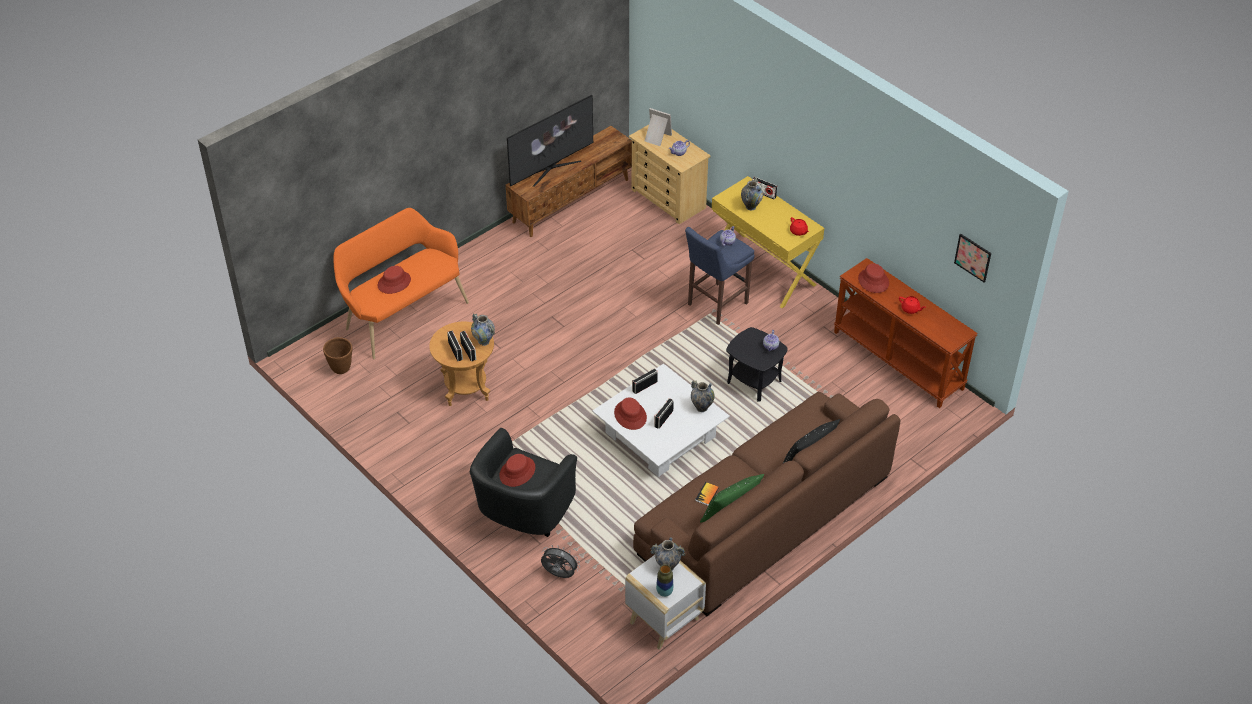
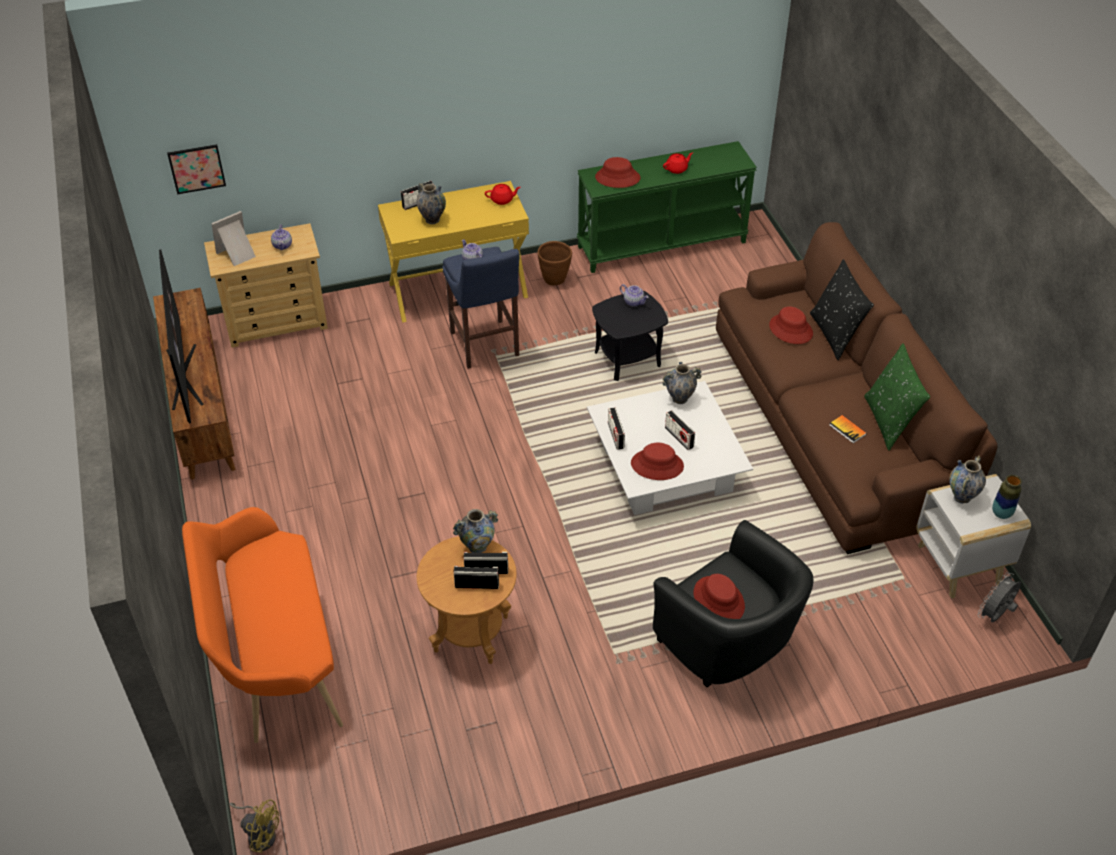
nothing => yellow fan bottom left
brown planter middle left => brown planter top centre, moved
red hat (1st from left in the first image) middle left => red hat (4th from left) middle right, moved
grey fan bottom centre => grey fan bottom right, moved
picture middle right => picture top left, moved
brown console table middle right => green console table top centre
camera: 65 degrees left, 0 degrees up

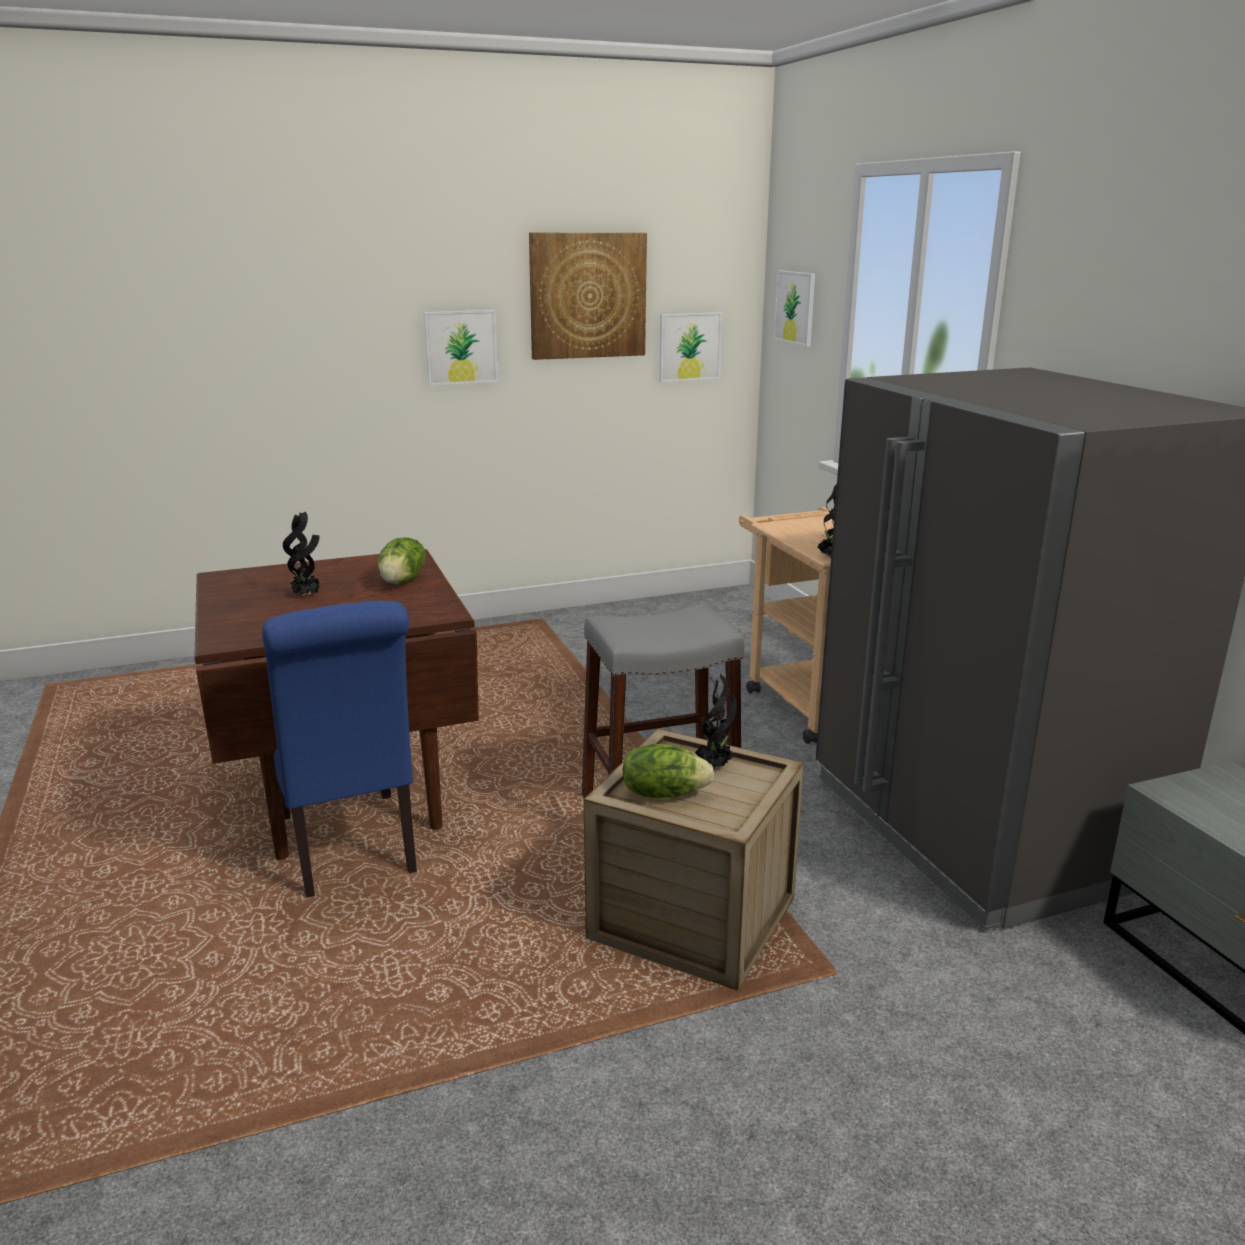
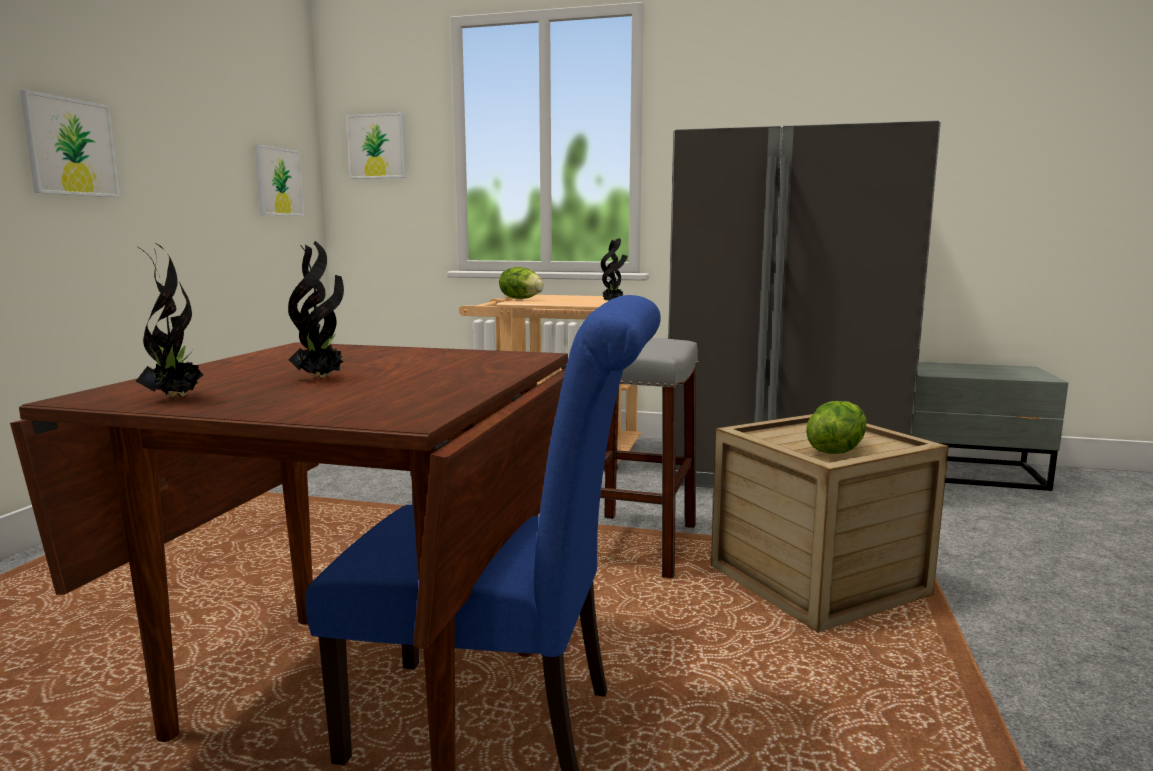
picture (2nd from left) top centre => nothing
lettuce (1st from left) middle left => lettuce (1st from left) centre, moved
potted plant (2nd from left in the first image) centre => potted plant (1st from left) middle left, moved
camera: 55 degrees left, 10 degrees down

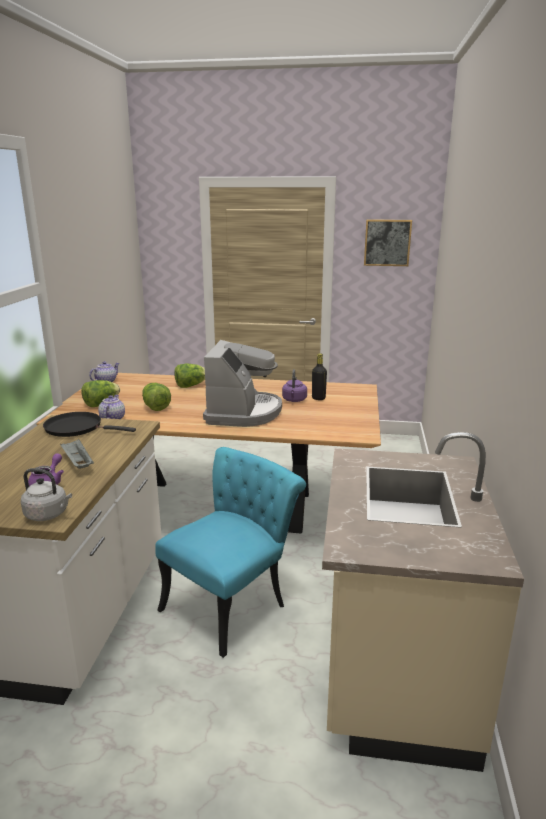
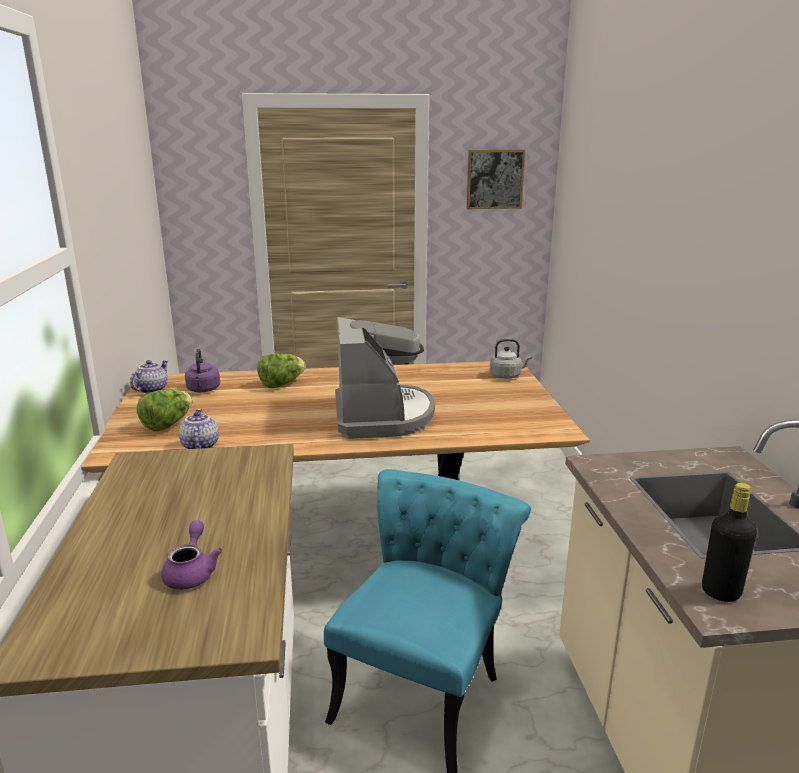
black frying pan middle left => nothing
grey tray middle left => nothing
lettuce (2nd from left) middle left => nothing
grey kettle middle left => grey kettle centre, moved
purple kettle centre => purple kettle middle left, moved
black bottle centre => black bottle bottom right, moved
camera: 15 degrees left, 0 degrees up

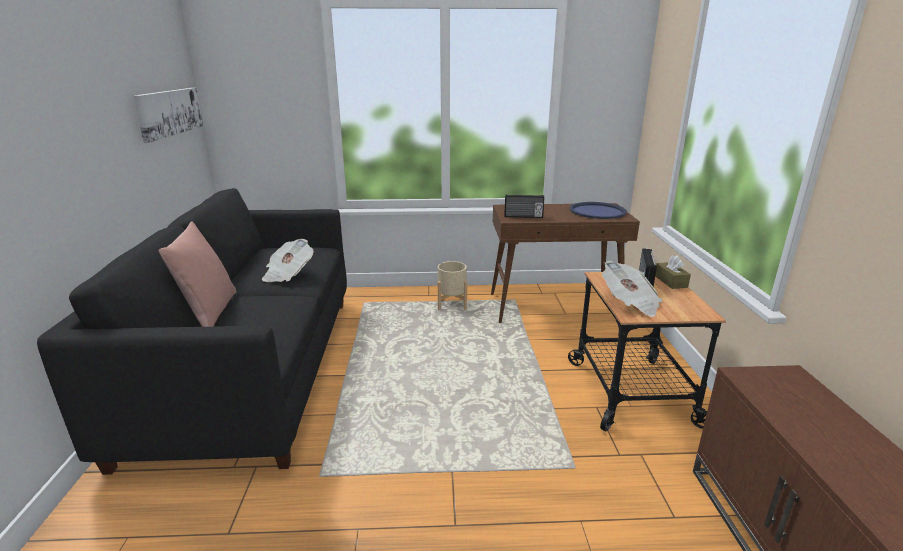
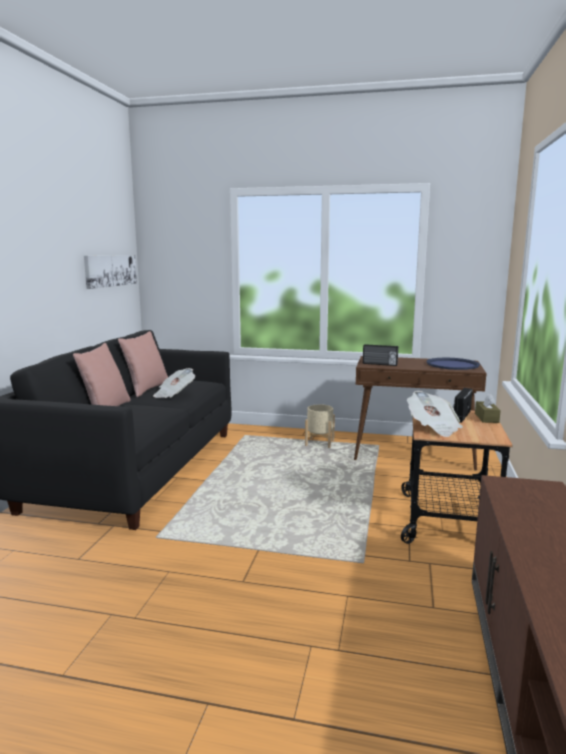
nothing => pink pillow (2nd from left) middle left
camera: 15 degrees right, 10 degrees down

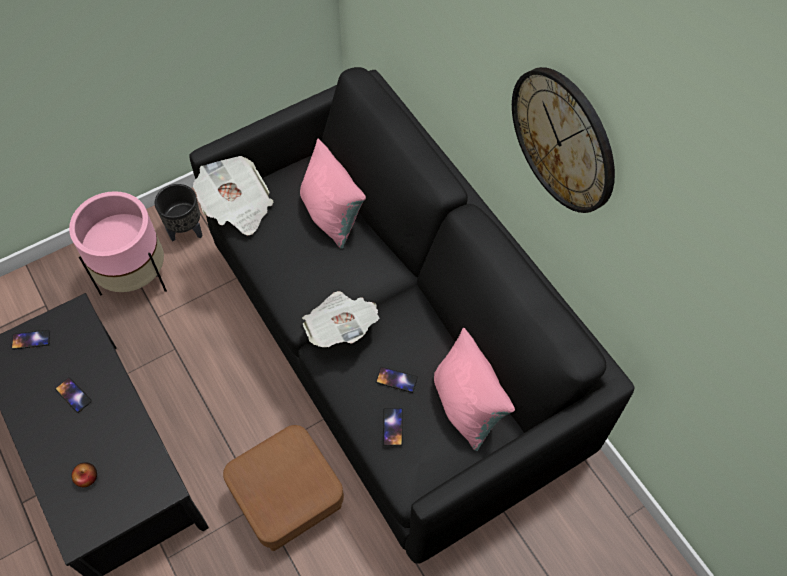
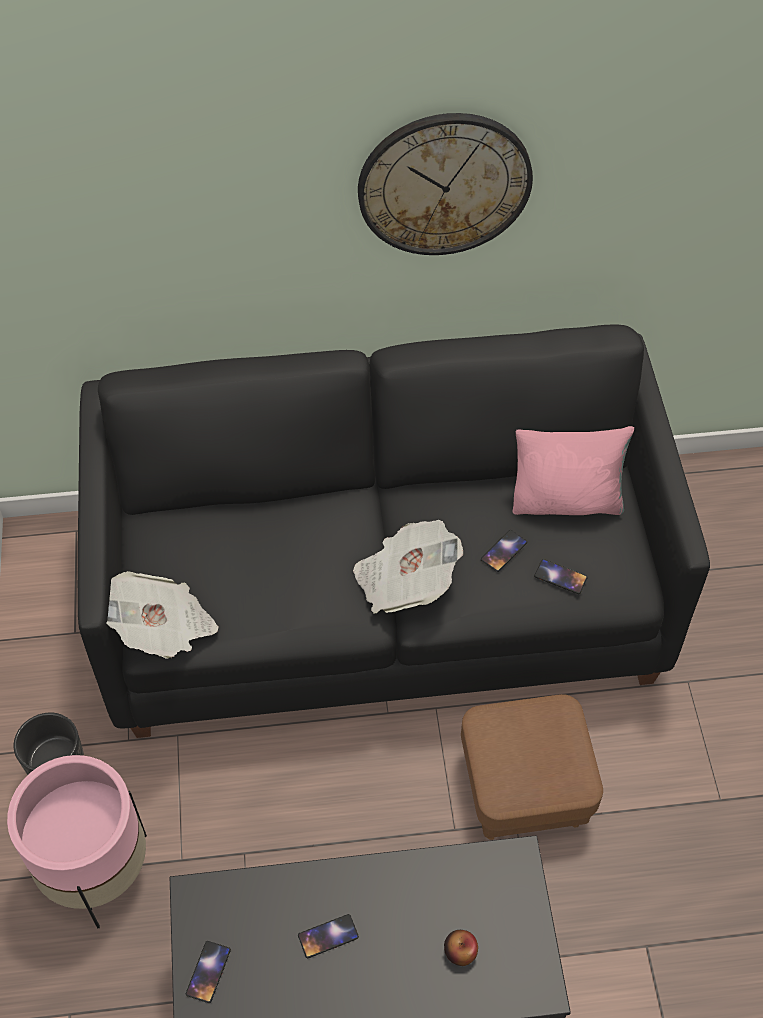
pink pillow (1st from left) centre => nothing
camera: 65 degrees left, 5 degrees down

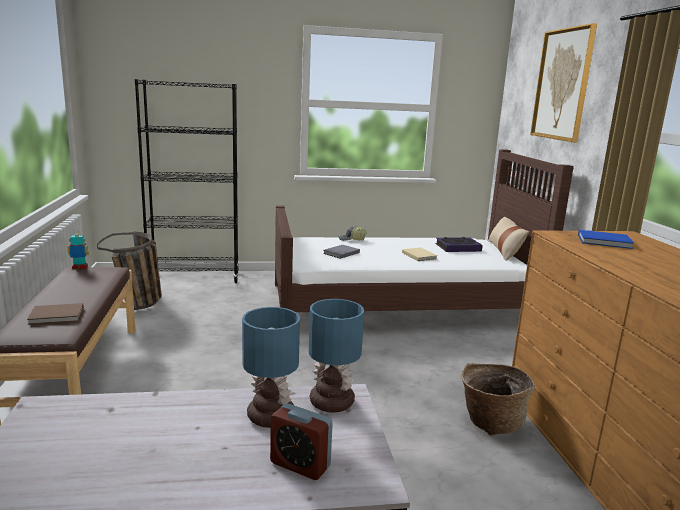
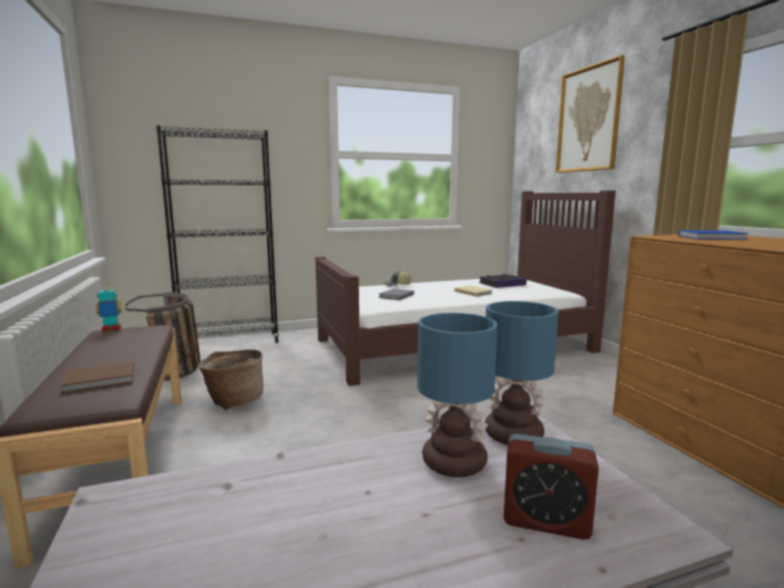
beige pillow middle right => nothing
basket (2nd from left) bottom right => basket (2nd from left) middle left, moved
camera: 10 degrees left, 5 degrees down

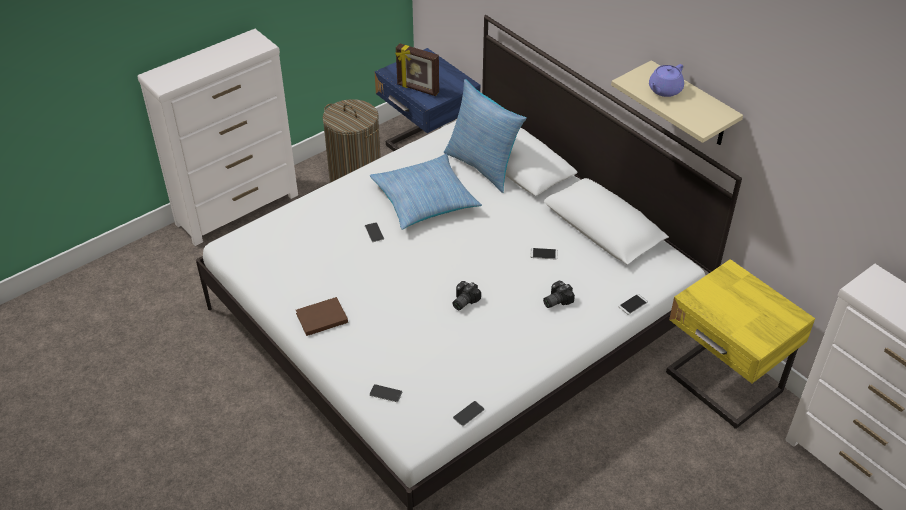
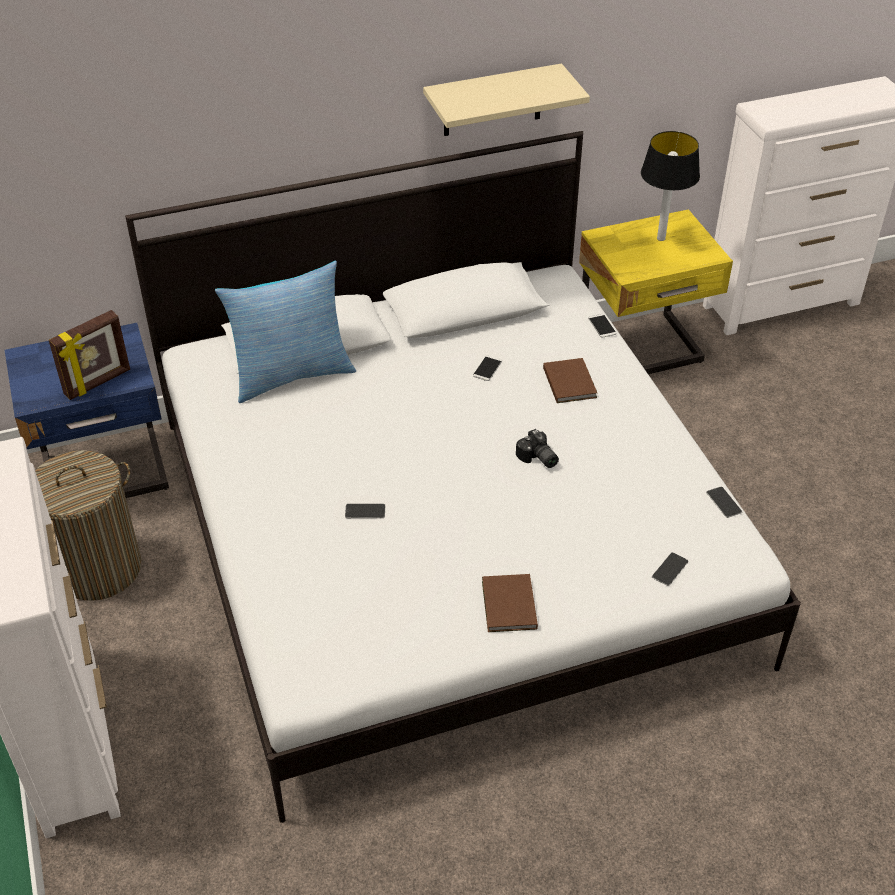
pillow (1st from left) centre => nothing
purple teapot top right => nothing
nothing => table lamp top right
photo camera (2nd from left) centre => brown book (2nd from left) centre
camera: 70 degrees left, 0 degrees up

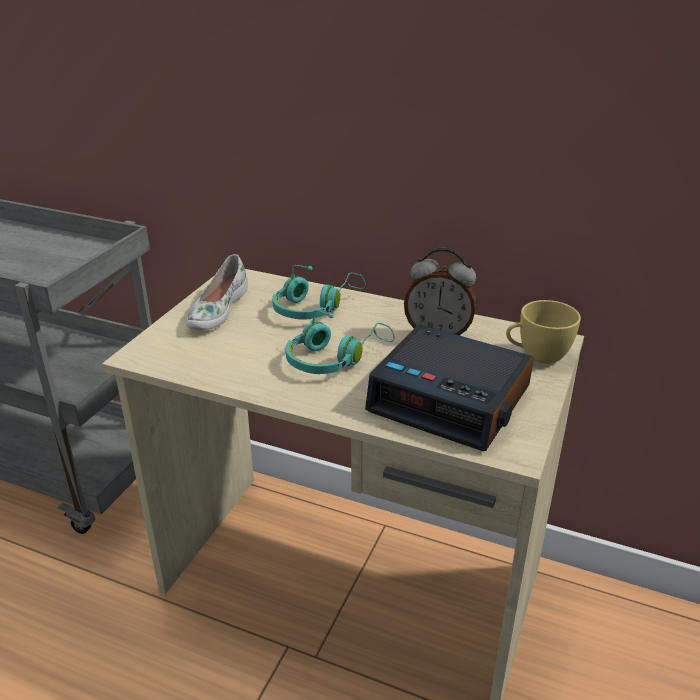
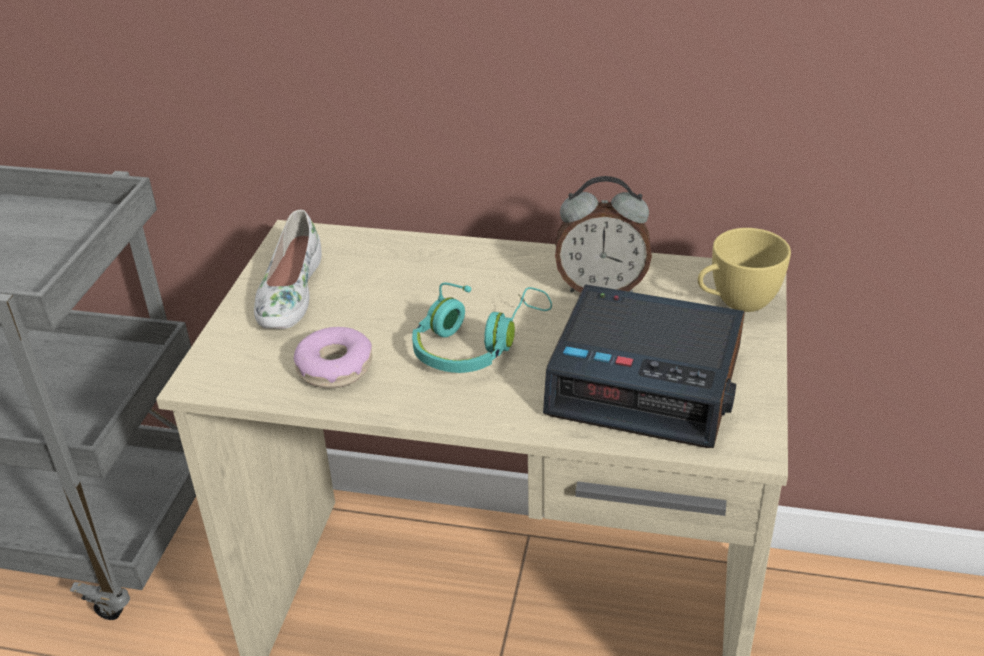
turquoise headphones (1st from left) centre => nothing
nothing => donut centre
camera: 10 degrees left, 5 degrees up

